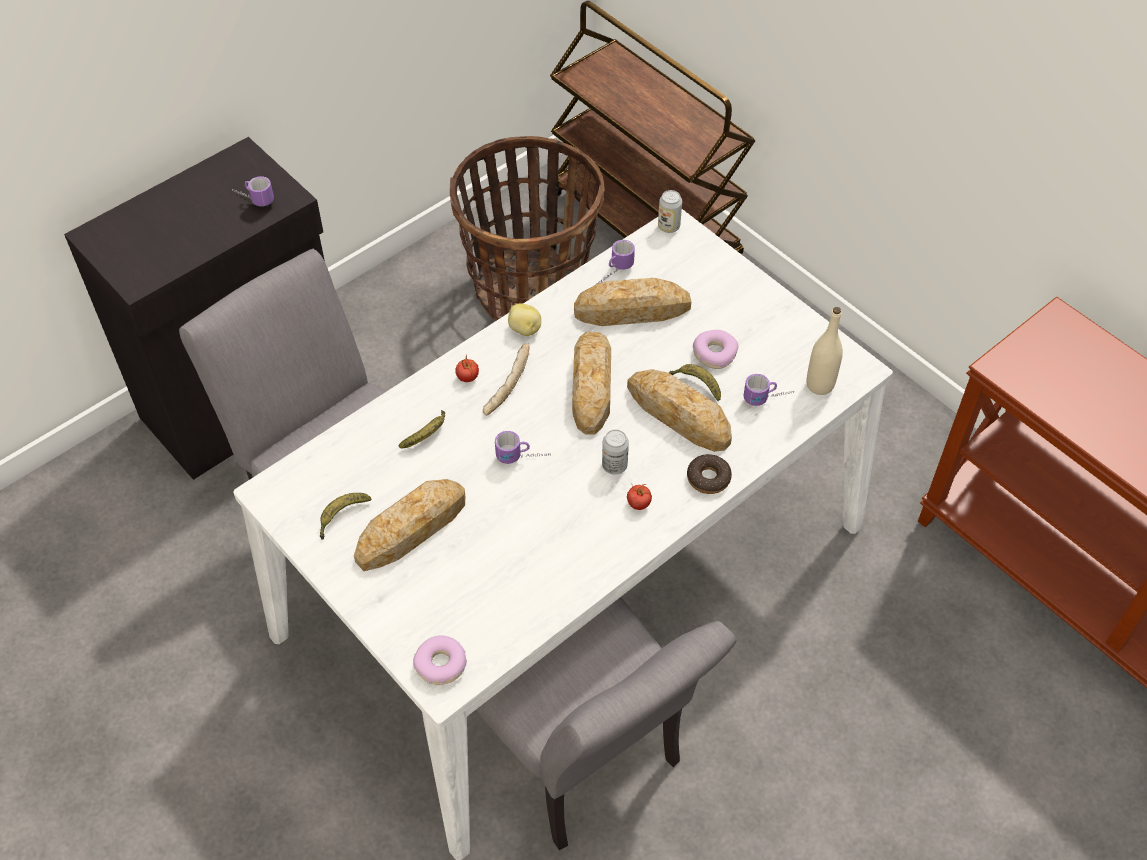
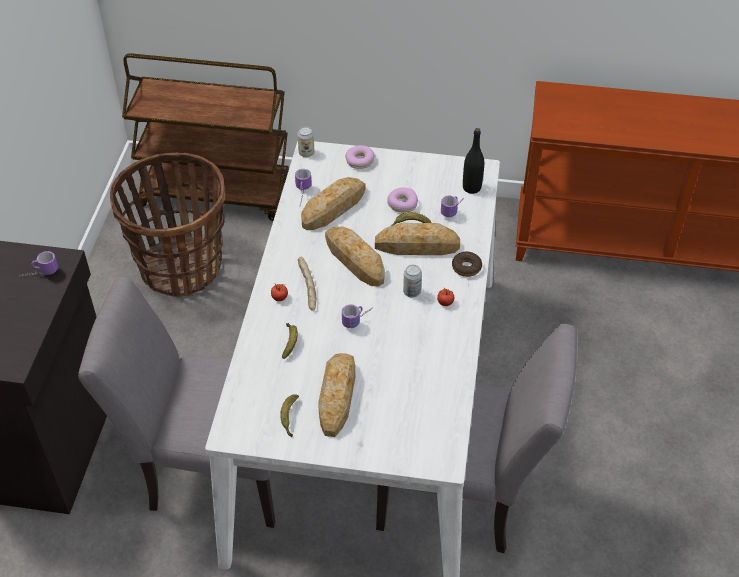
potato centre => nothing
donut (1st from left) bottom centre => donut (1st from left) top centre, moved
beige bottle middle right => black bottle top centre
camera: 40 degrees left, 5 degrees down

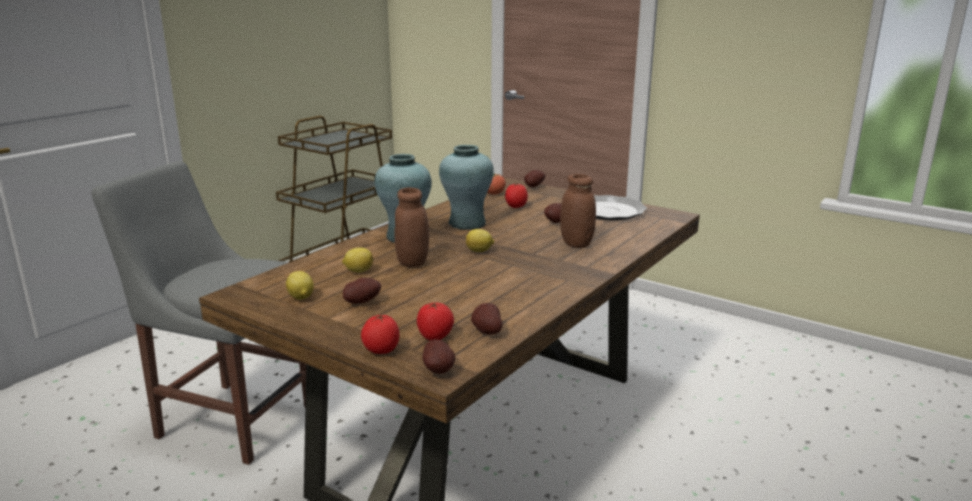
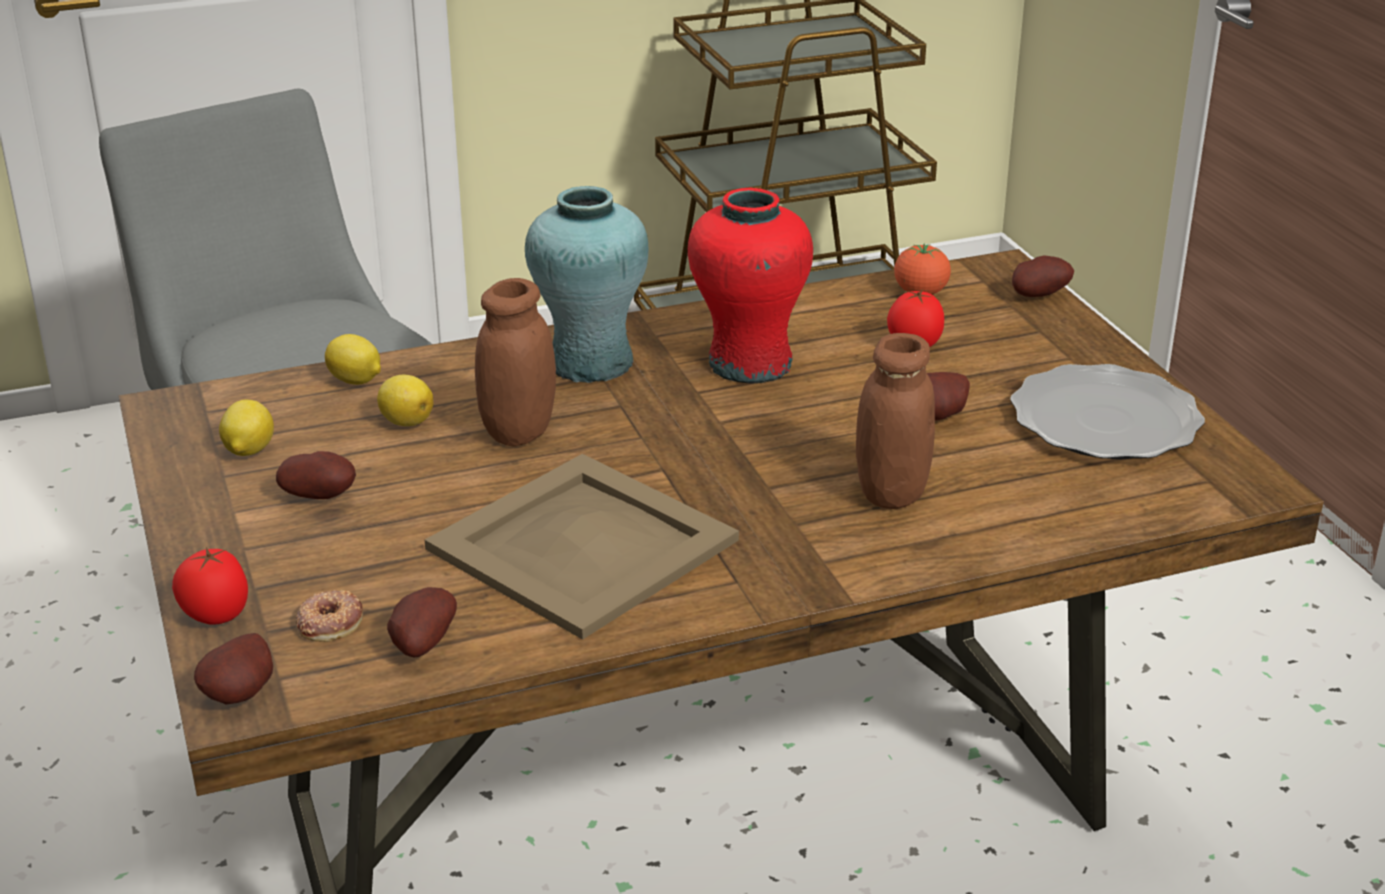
nothing => beige tray centre
lemon (3rd from left in the first image) centre => lemon (2nd from left) middle left, moved
tomato (2nd from left) centre => donut bottom left
turquoise vase (2nd from left) centre => red vase top centre
camera: 35 degrees right, 10 degrees up

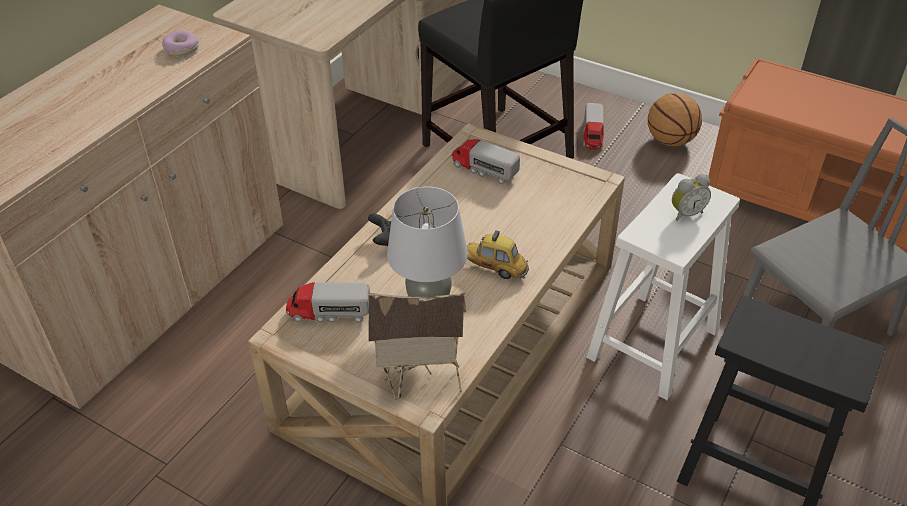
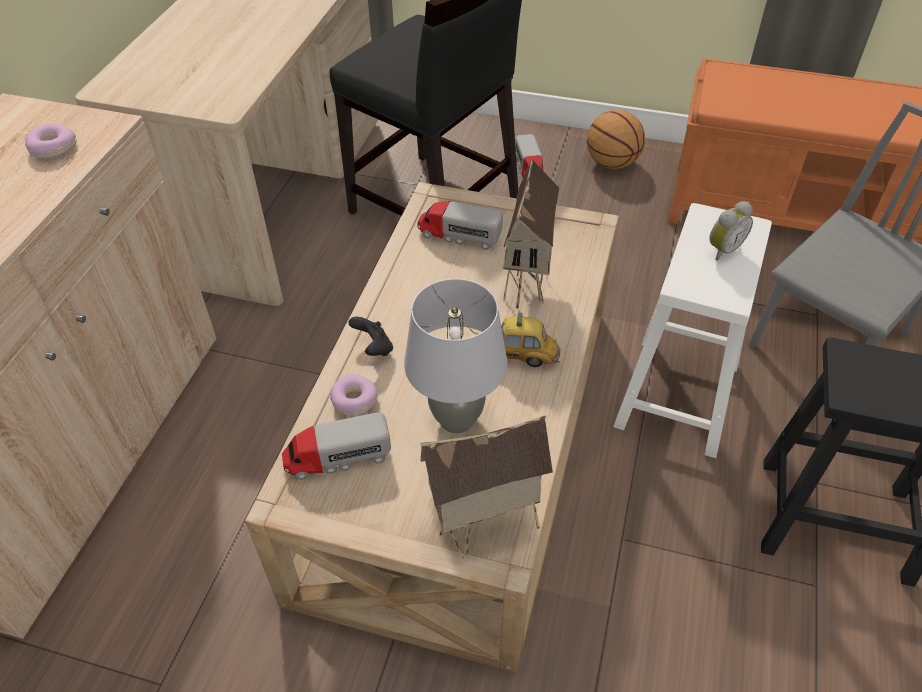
nothing => donut (2nd from left) centre
nothing => toy house (2nd from left) centre
camera: 15 degrees left, 5 degrees up

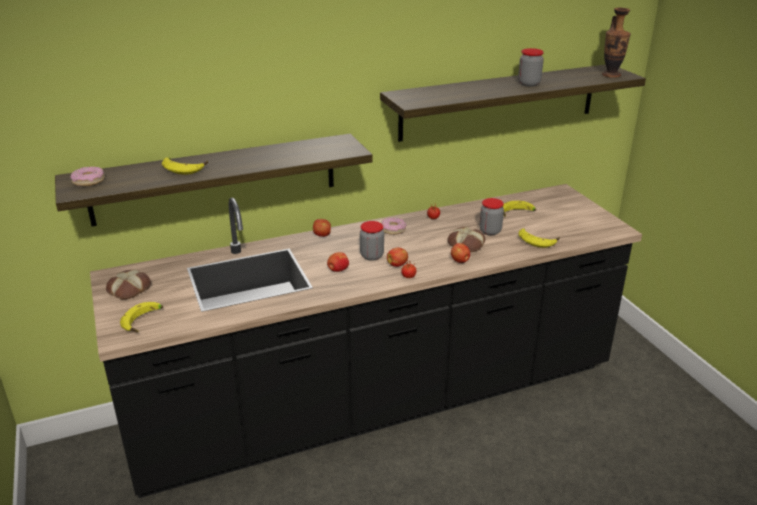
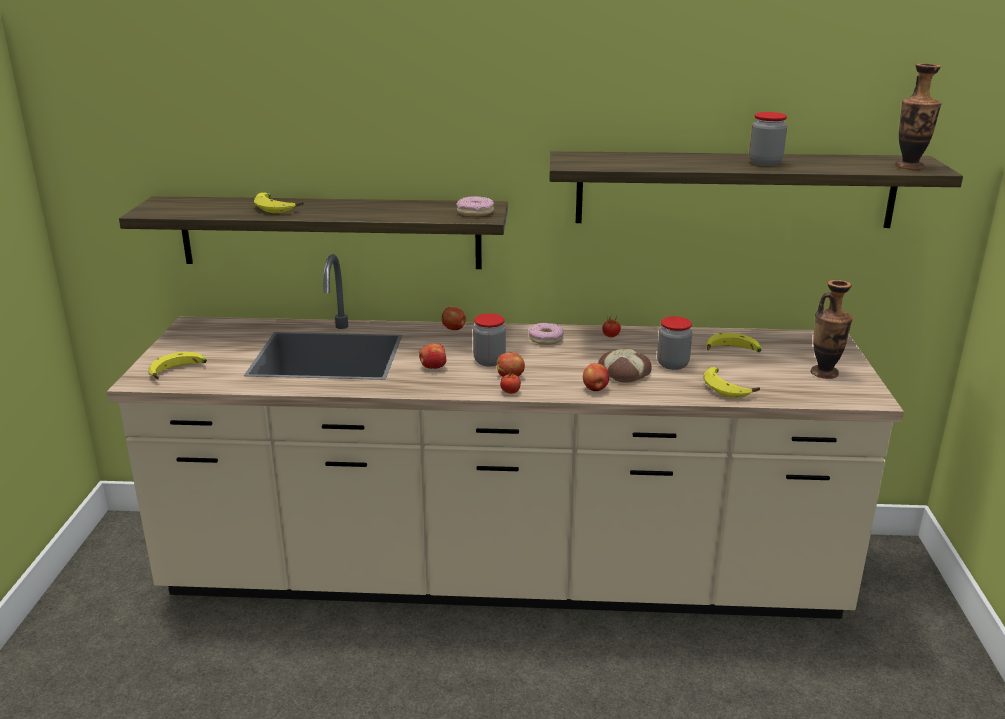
bread (1st from left) middle left => nothing
nothing => vase (1st from left) middle right
donut (1st from left) middle left => donut (1st from left) top centre, moved
black counter bottom centre => beige counter centre
camera: 25 degrees right, 5 degrees down

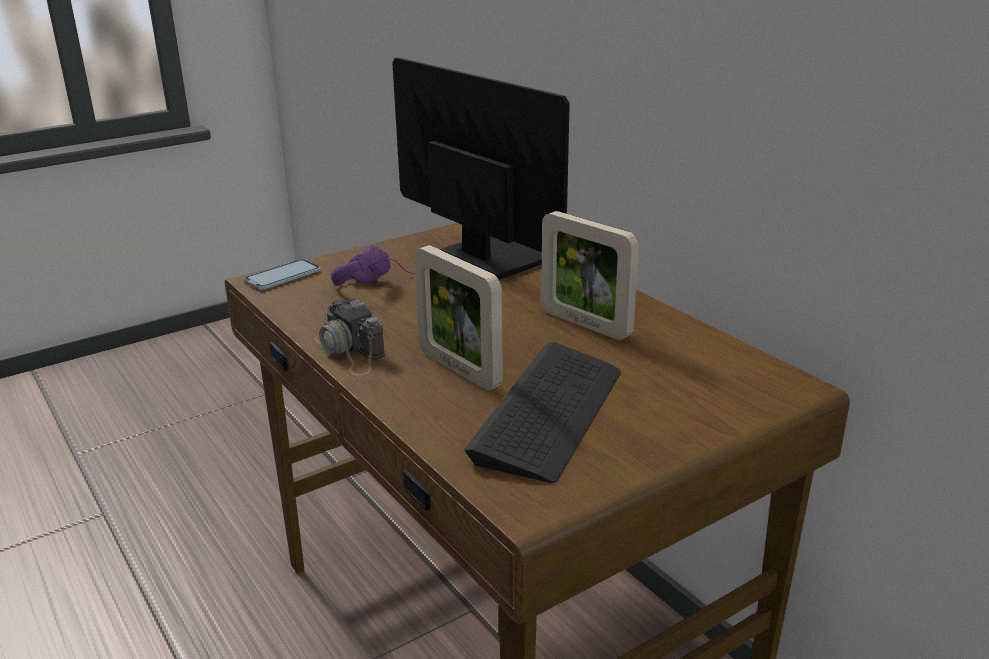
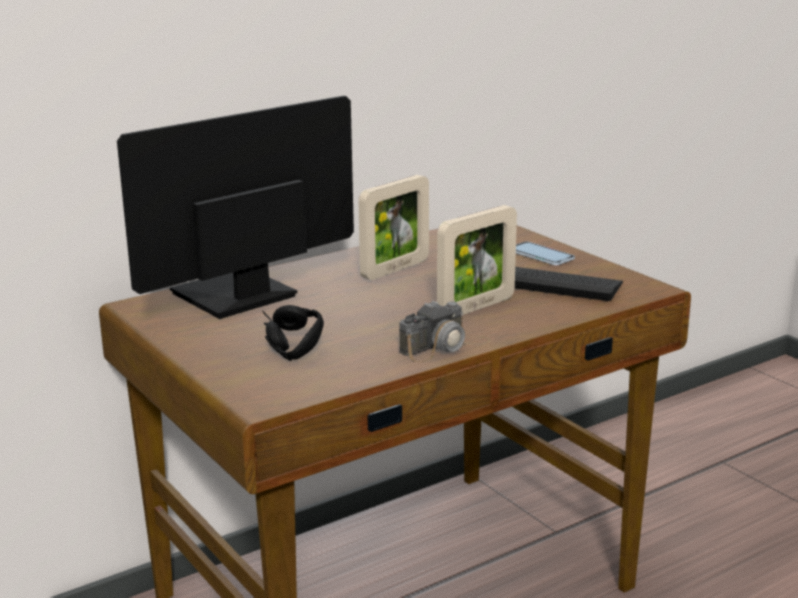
phone middle left => phone middle right, moved
purple headphones centre => black headphones centre
camera: 90 degrees left, 5 degrees down

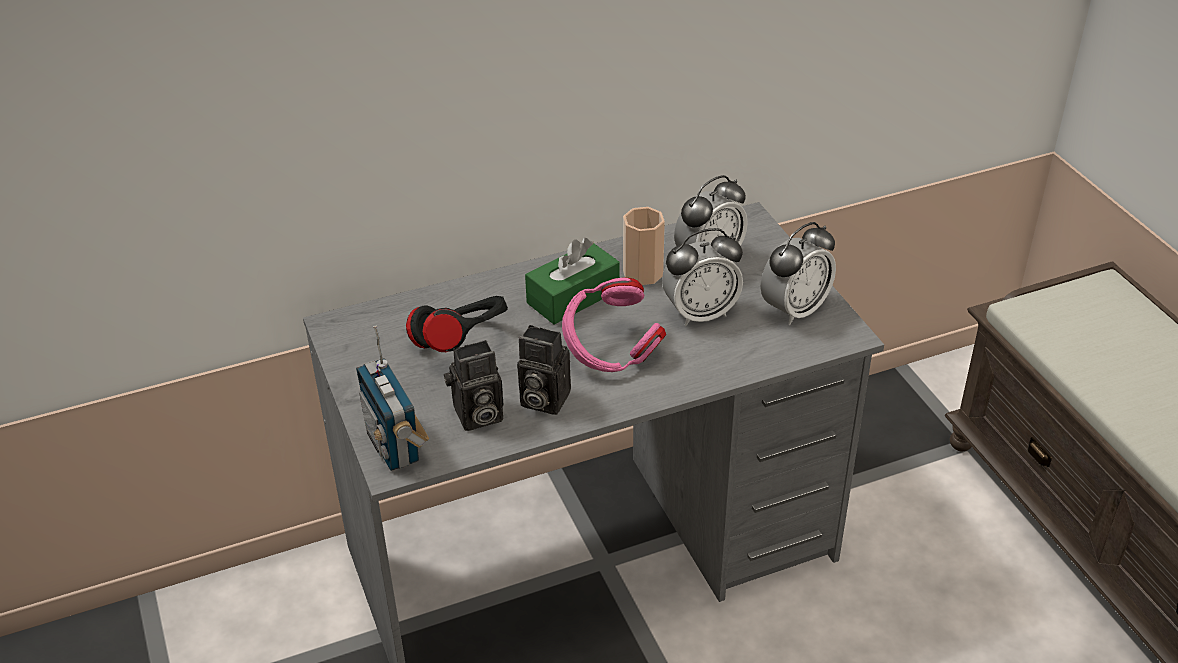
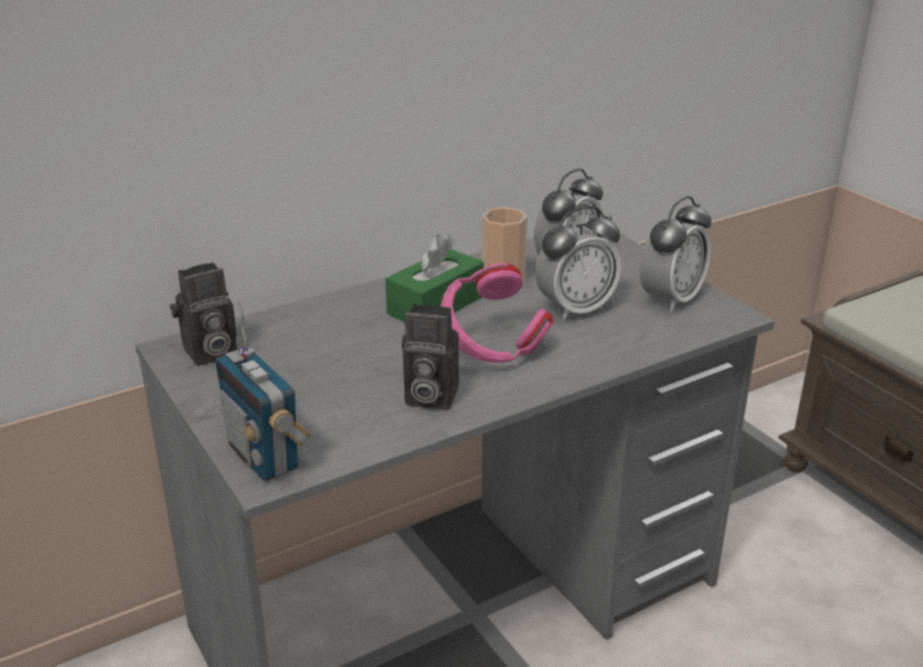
black headphones centre => nothing
photo camera (1st from left) centre => photo camera (1st from left) middle left, moved
camera: 10 degrees left, 10 degrees down

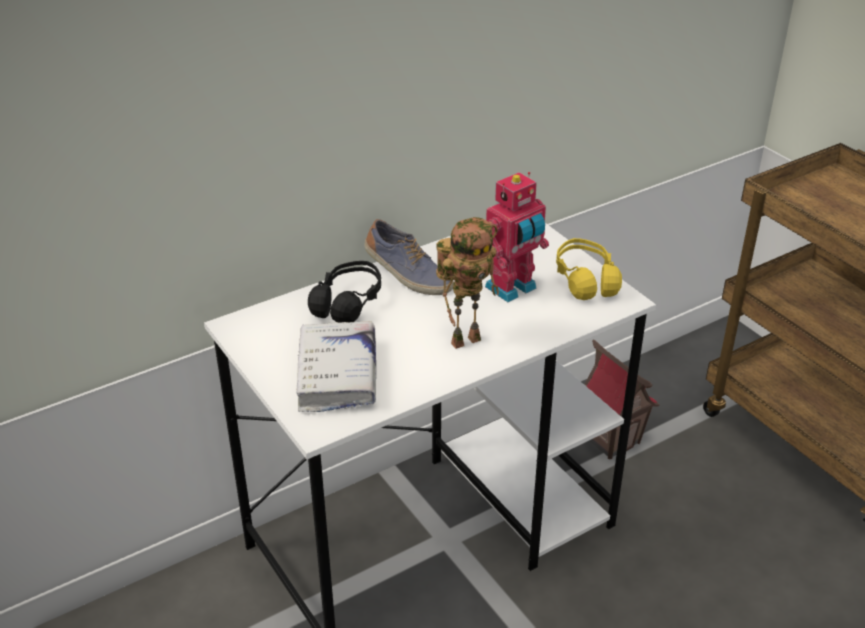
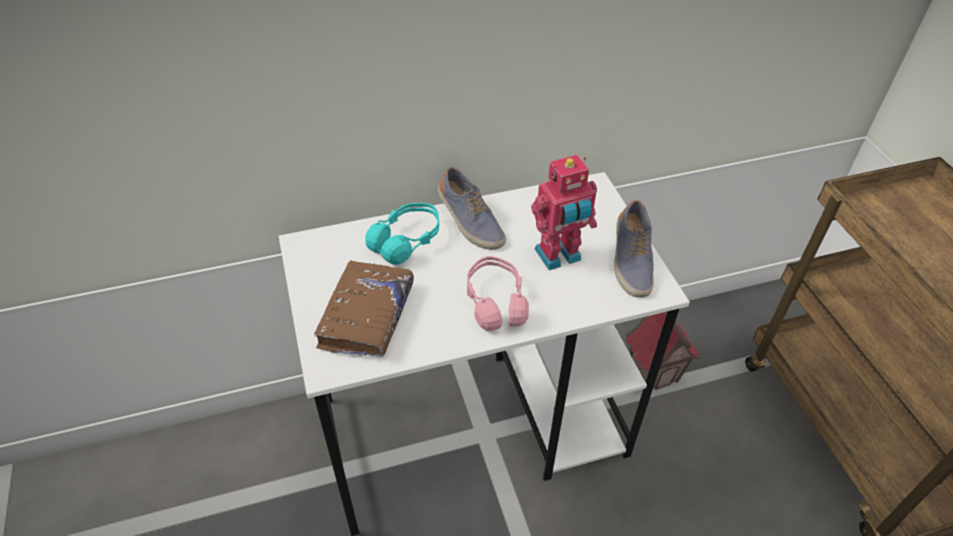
toy robot (1st from left) centre => pink headphones centre
yellow headphones middle right => shoe (2nd from left) centre
white book centre => brown book centre
black headphones centre => turquoise headphones centre
camera: 15 degrees right, 10 degrees up

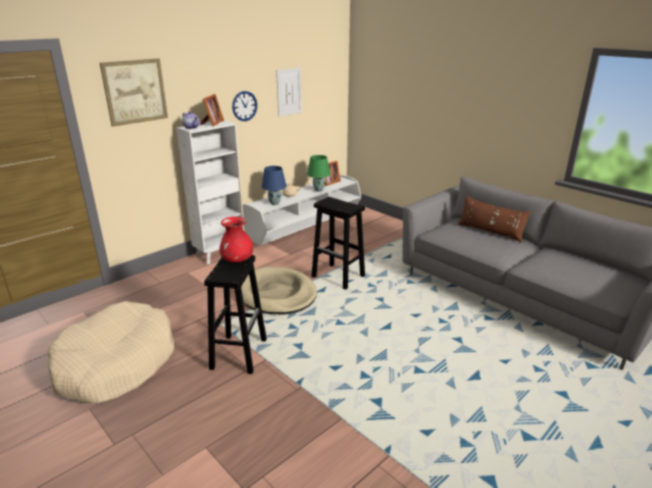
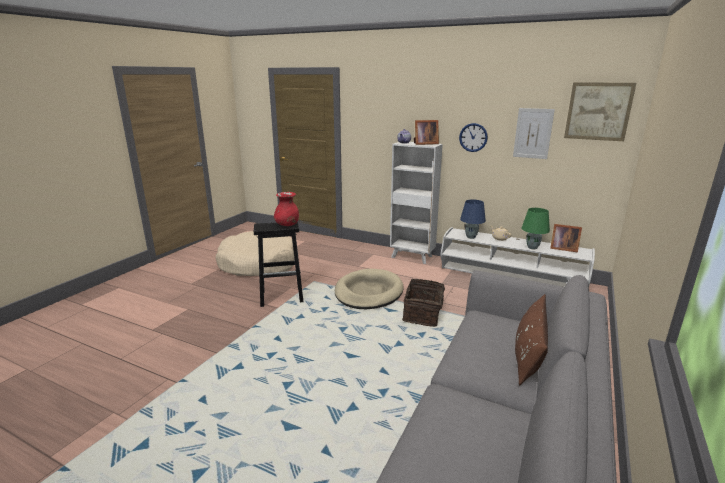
picture (1st from left in the first image) top left => picture (2nd from left) top right, moved
black stool (2nd from left) centre => basket centre
camera: 70 degrees right, 5 degrees down

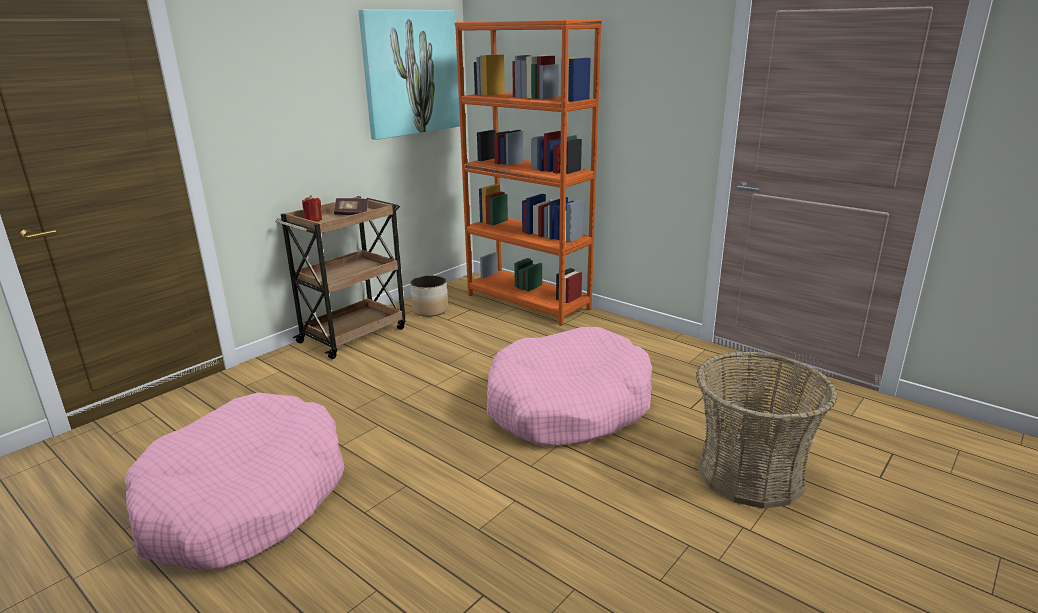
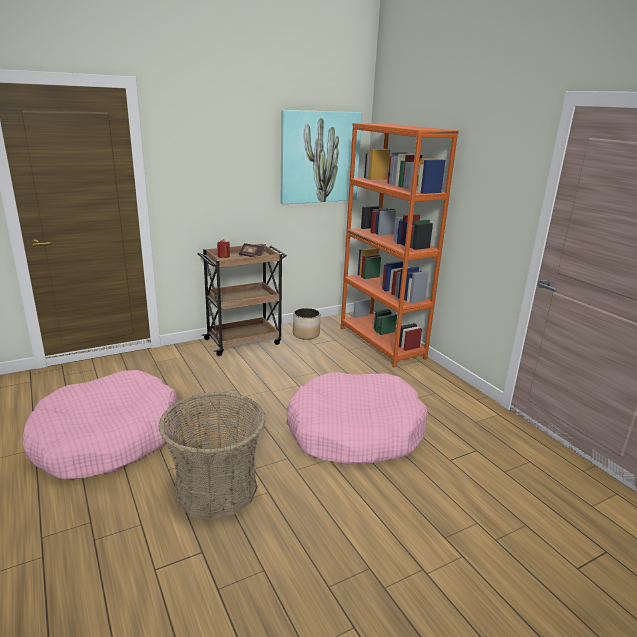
basket bottom right => basket bottom left, moved
camera: 20 degrees right, 0 degrees up

